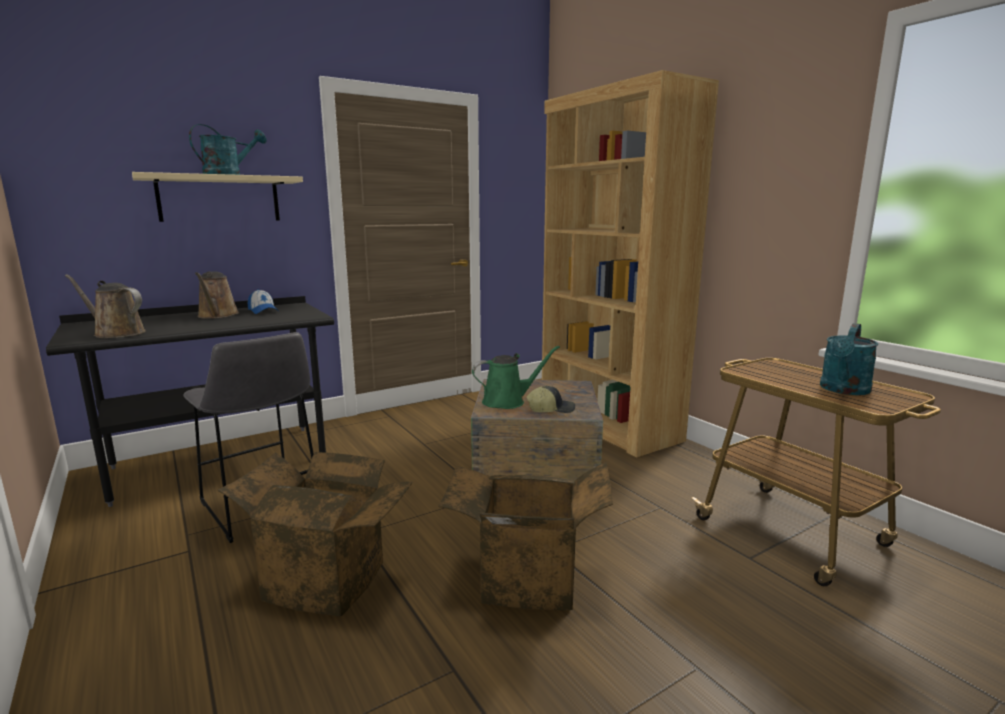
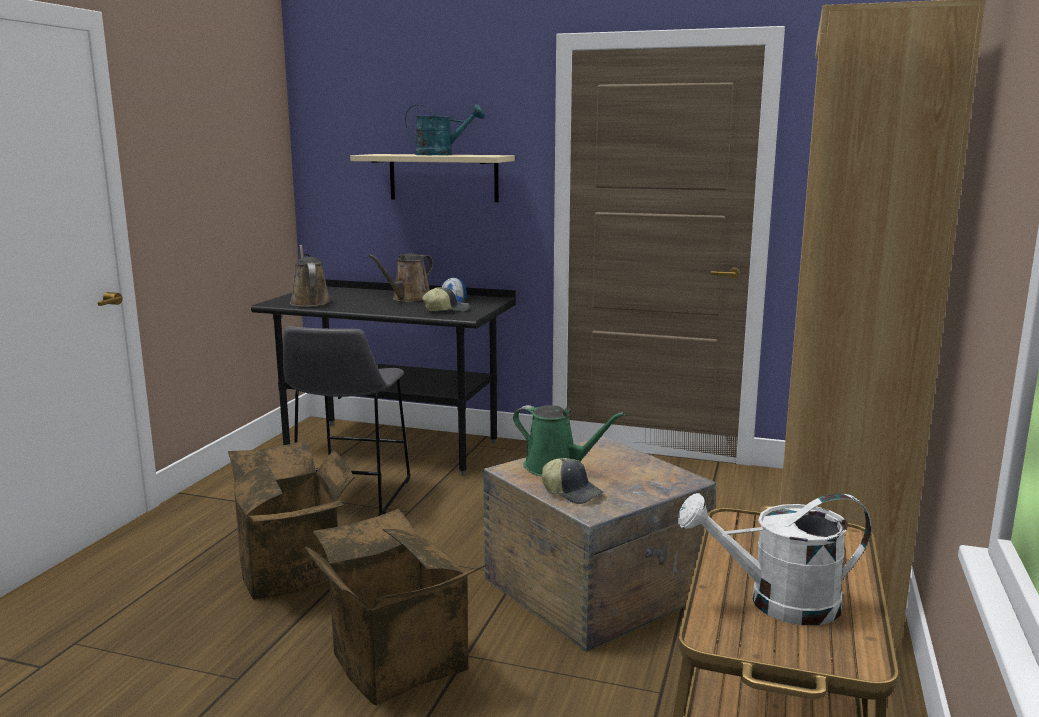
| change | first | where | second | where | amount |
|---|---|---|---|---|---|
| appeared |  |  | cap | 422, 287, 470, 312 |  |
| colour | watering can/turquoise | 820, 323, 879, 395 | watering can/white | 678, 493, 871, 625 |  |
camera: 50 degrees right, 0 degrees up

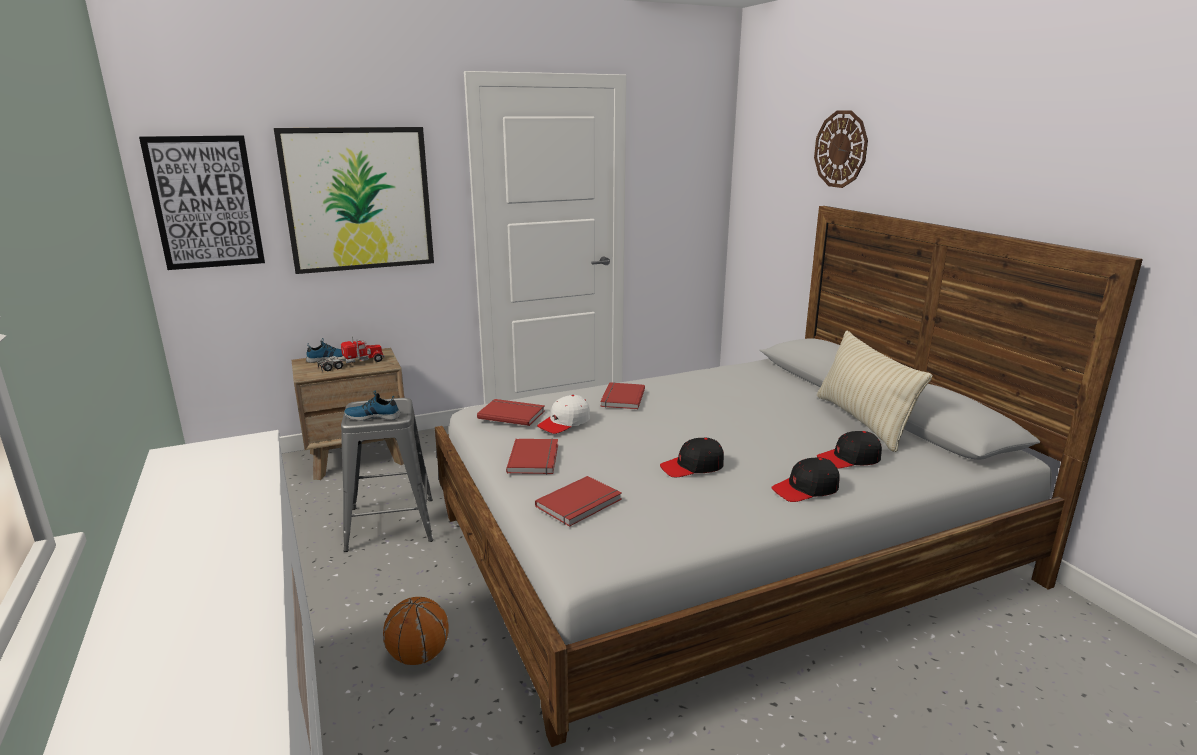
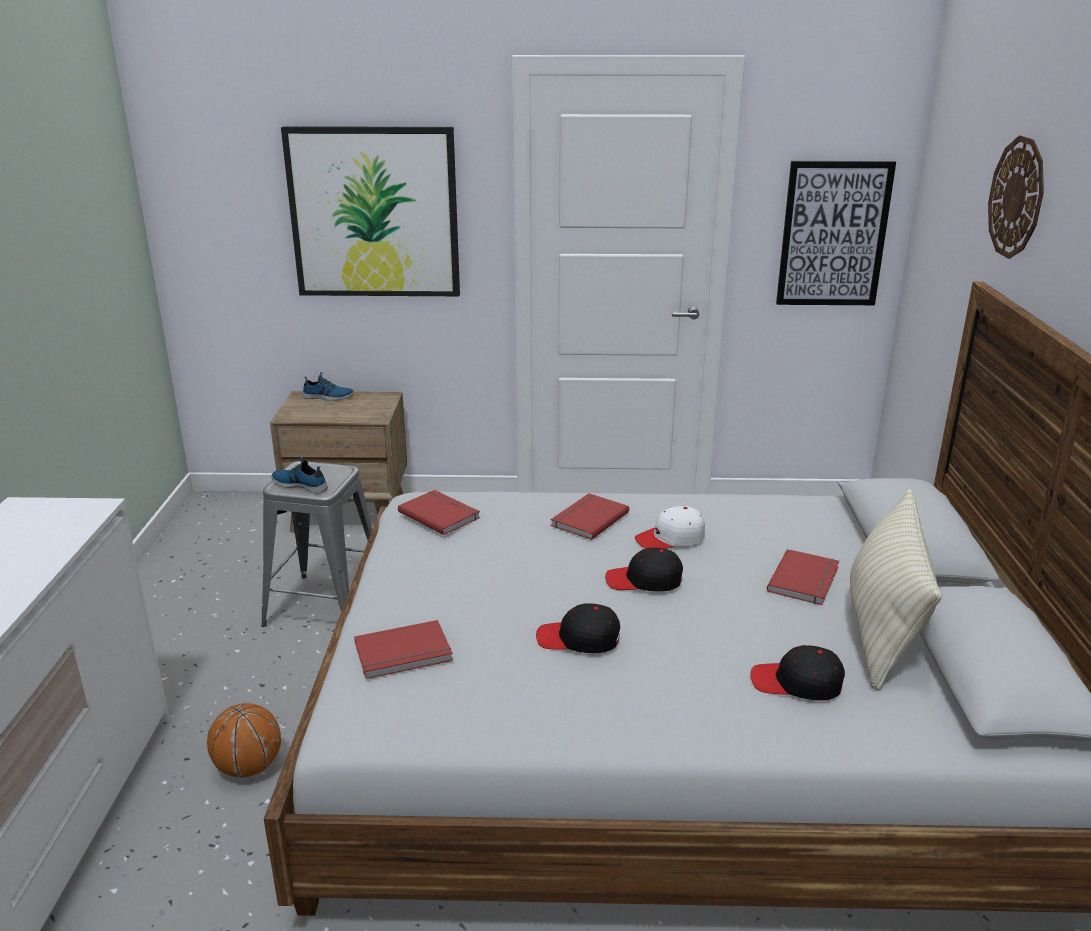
| change | first | where | second | where | amount |
|---|---|---|---|---|---|
| relocated | cap/black | 771, 457, 840, 502 |  | 605, 548, 683, 592 |  |
| relocated | cap/white | 537, 395, 590, 434 |  | 635, 506, 705, 549 |  |
| relocated | book/red | 506, 439, 558, 474 |  | 767, 549, 839, 605 |  |
| relocated | picture | 139, 135, 265, 270 |  | 776, 161, 896, 305 |  |
| missing | toy truck | 317, 336, 385, 372 |  |  |  |
camera: 25 degrees right, 5 degrees up

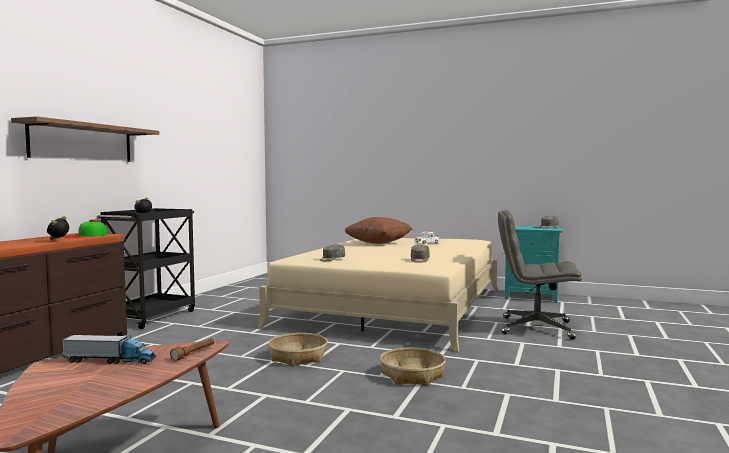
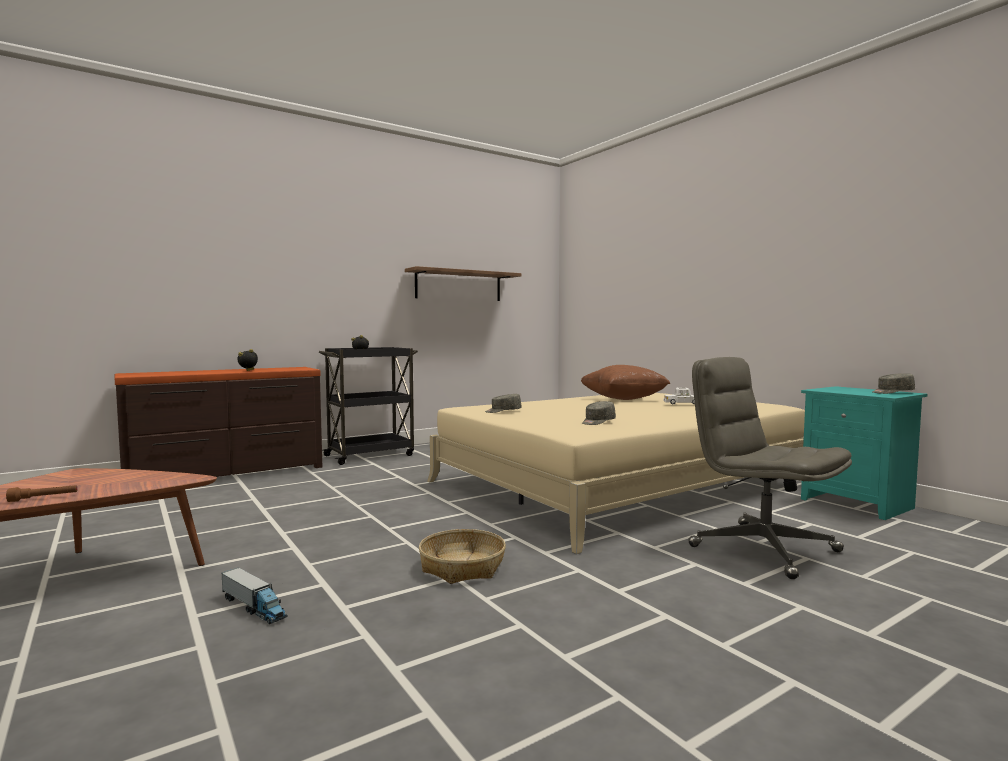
| change | first | where | second | where | amount |
|---|---|---|---|---|---|
| relocated | flashlight/brown | 170, 338, 215, 361 |  | 6, 485, 78, 502 |  |
| relocated | toy truck | 62, 334, 156, 364 |  | 221, 567, 288, 624 |  |
| relocated | shelf | 11, 116, 159, 162 |  | 405, 266, 521, 301 |  |
| missing | cap | 63, 219, 107, 238 |  |  |  |
| missing | basket | 268, 333, 328, 366 |  |  |  |
camera: 35 degrees right, 0 degrees up

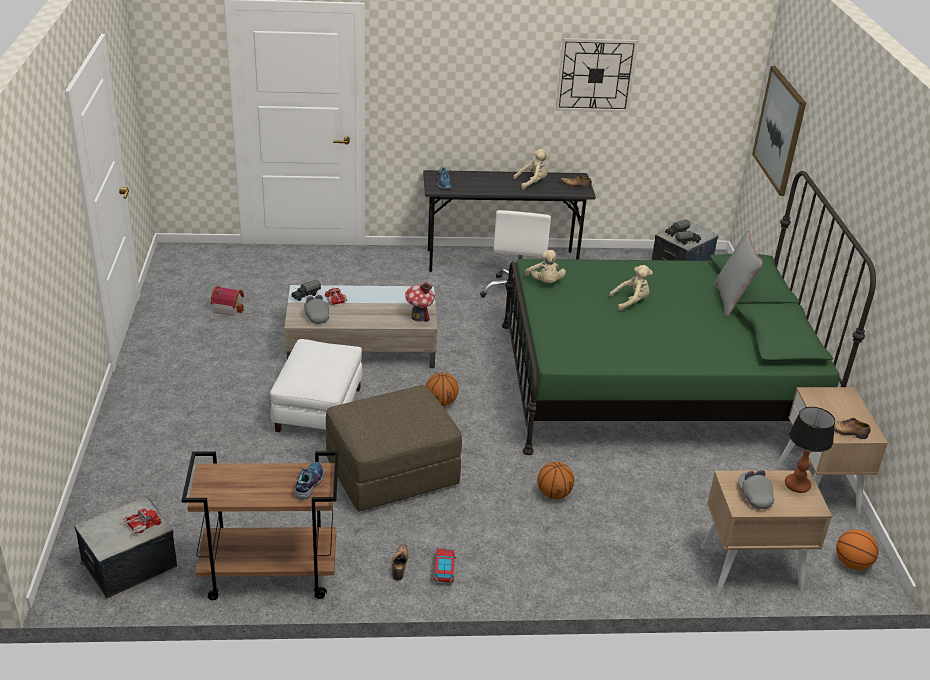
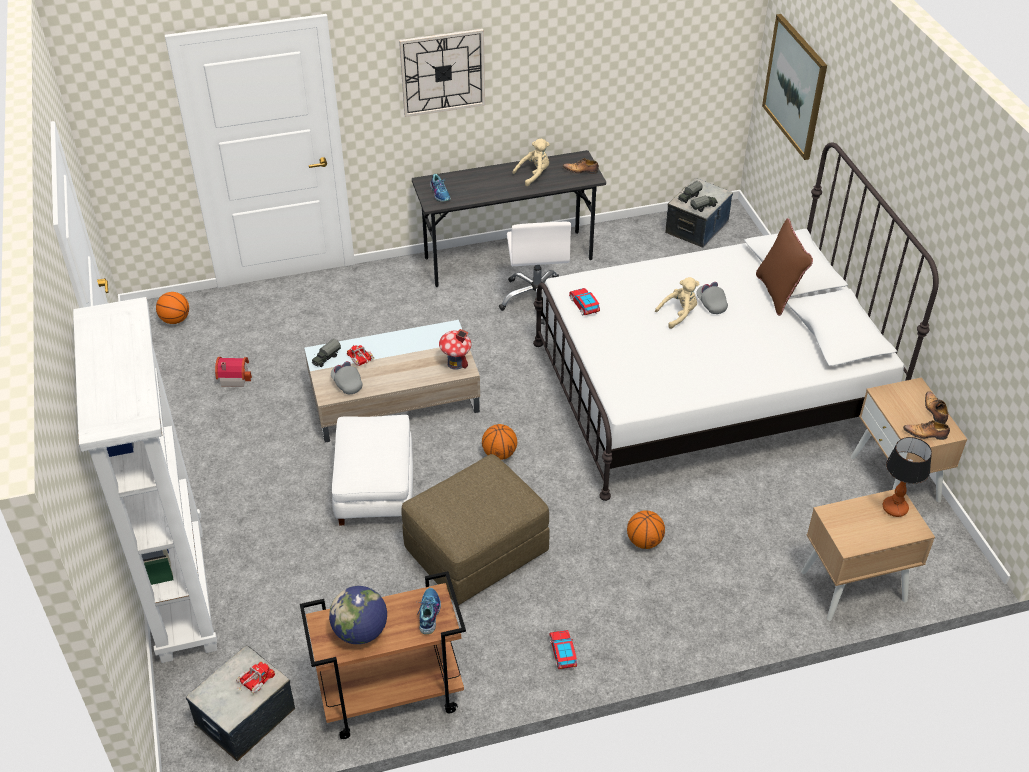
| change | first | where | second | where | amount |
|---|---|---|---|---|---|
| appeared |  |  | bookcase/white | 73, 297, 217, 663 |  |
| relocated | basketball | 836, 529, 879, 570 |  | 156, 292, 189, 324 |  |
| appeared |  |  | globe | 329, 586, 387, 645 |  |
| relocated | wall clock | 556, 38, 638, 112 |  | 399, 29, 485, 117 |  |
| colour | bed/green | 502, 171, 876, 455 | bed/white | 533, 142, 939, 501 |  |
| exchanged | plush toy/beige | 525, 250, 566, 283 | toy car | 569, 288, 600, 315 |  |
| relocated | cap/grey | 738, 470, 774, 509 |  | 696, 282, 728, 314 |  |
| colour | pillow/grey | 714, 230, 763, 317 | pillow/brown | 756, 218, 813, 316 |  |
| relocated | shoe | 392, 544, 408, 580 |  | 925, 391, 948, 424 |  |
camera: 10 degrees left, 10 degrees up

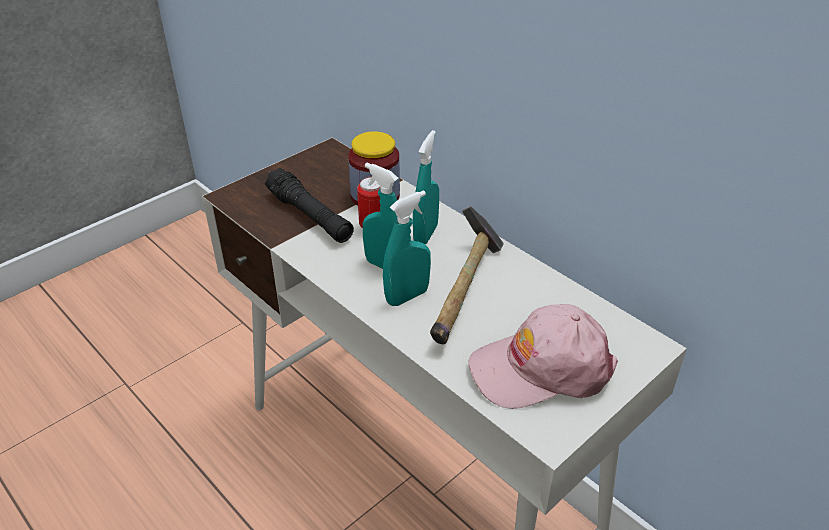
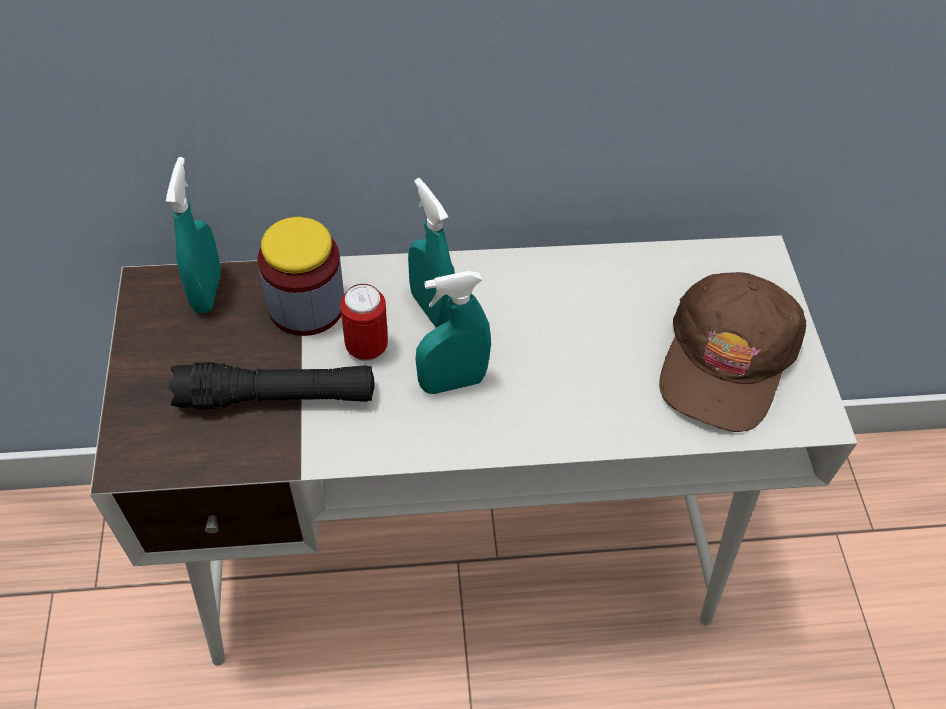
| change | first | where | second | where | amount |
|---|---|---|---|---|---|
| relocated | spray bottle/turquoise | 383, 190, 431, 306 |  | 166, 157, 221, 313 |  |
| colour | cap/pink | 468, 304, 618, 409 | cap/brown | 660, 272, 806, 432 |  |
| missing | hammer | 430, 206, 504, 344 |  |  |  |
camera: 55 degrees left, 15 degrees up

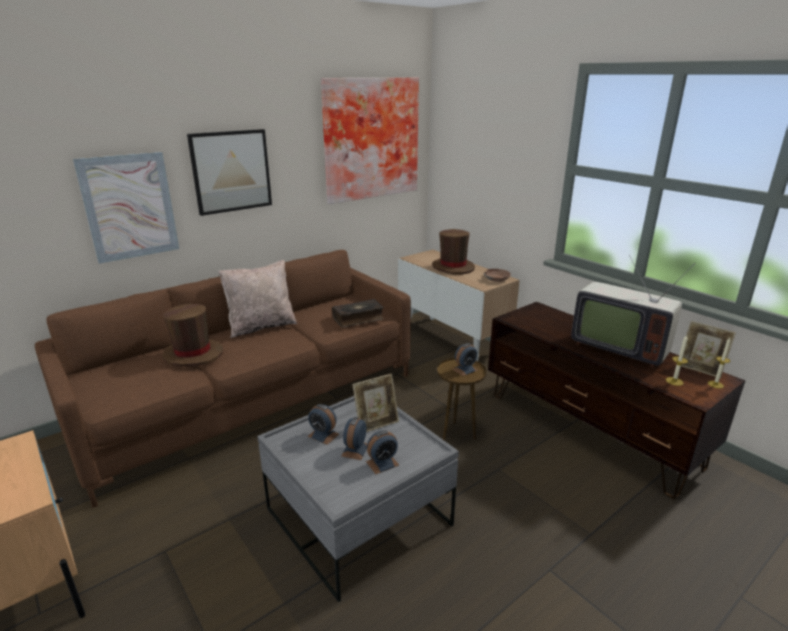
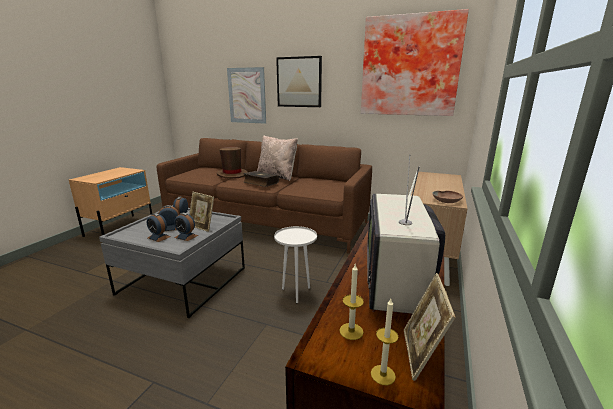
| change | first | where | second | where | amount |
|---|---|---|---|---|---|
| relocated | alarm clock | 452, 343, 478, 376 |  | 174, 213, 198, 241 |  |
| relocated | book | 332, 299, 384, 328 |  | 243, 171, 279, 187 |  |
| colour | side table/brown | 437, 358, 487, 441 | side table/white | 274, 226, 317, 303 |  |
| missing | hat/brown | 432, 229, 475, 274 |  |  |  |
camera: 60 degrees right, 5 degrees down

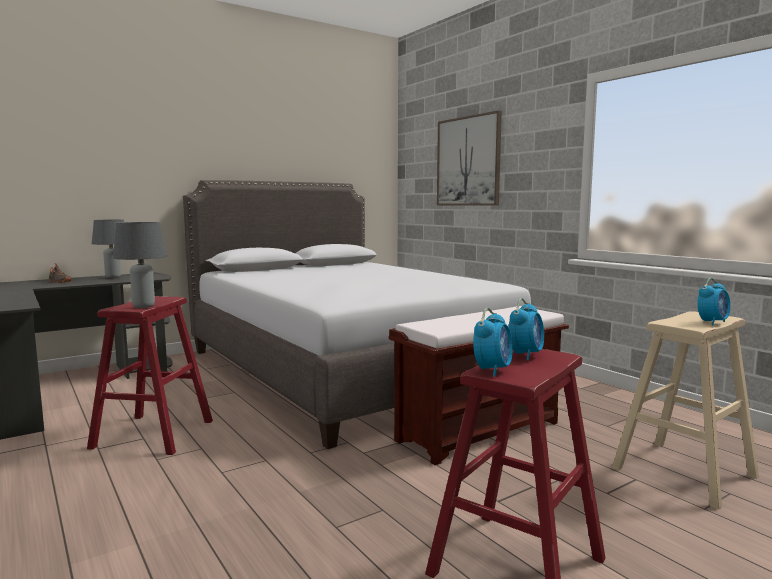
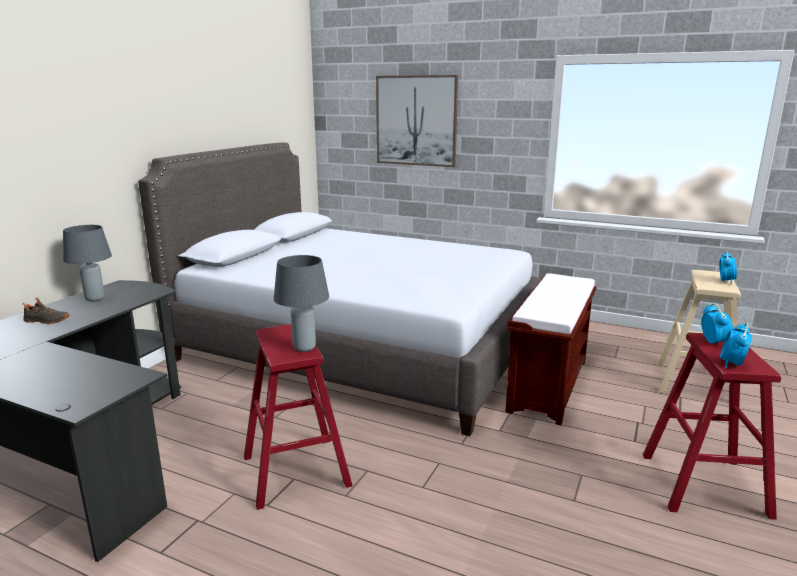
| change | first | where | second | where | amount |
|---|---|---|---|---|---|
| spun | alarm clock | 473, 308, 513, 377 |  | 720, 323, 752, 368 | 150 degrees counterclockwise |
camera: 30 degrees left, 10 degrees up

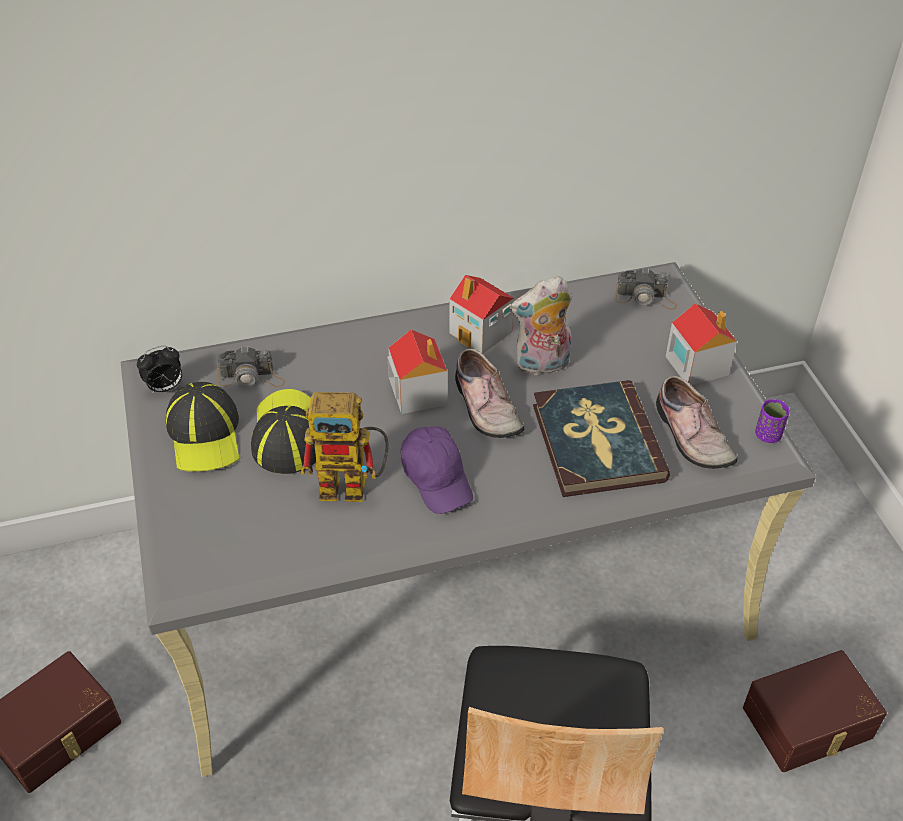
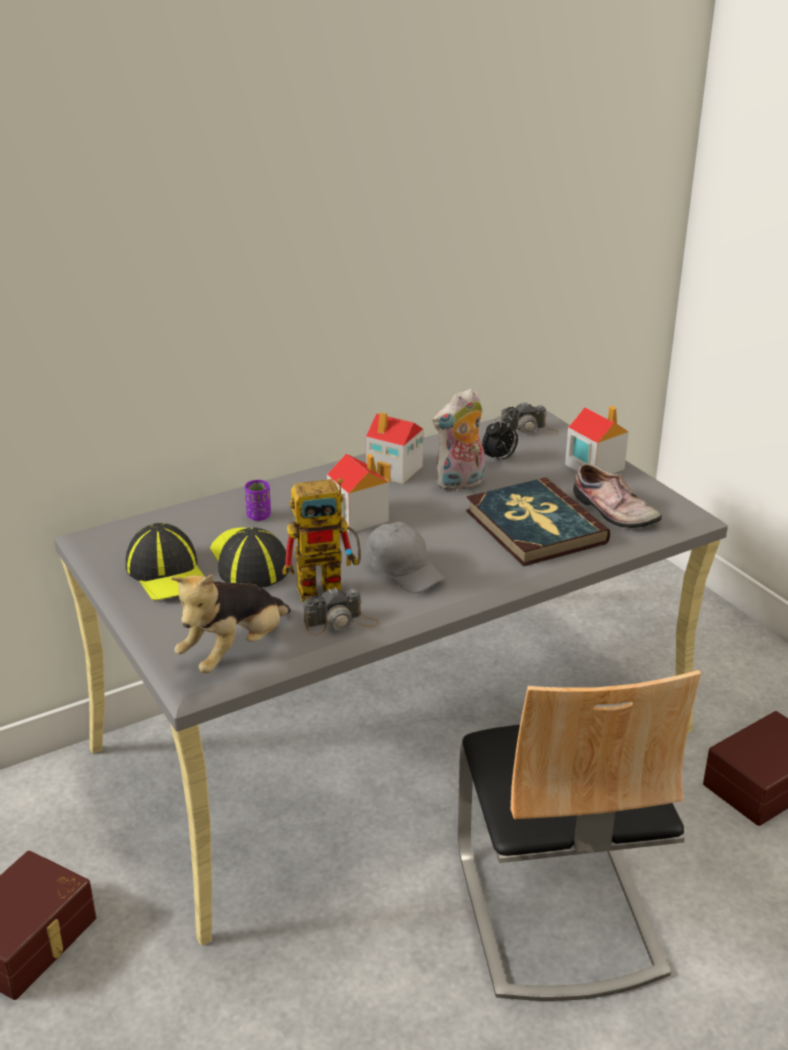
| change | first | where | second | where | amount |
|---|---|---|---|---|---|
| appeared |  |  | plush toy | 171, 574, 291, 673 |  |
| relocated | cup/purple | 755, 399, 790, 443 |  | 245, 480, 271, 521 |  |
| relocated | photo camera | 217, 346, 285, 388 |  | 304, 587, 379, 635 |  |
| colour | cap/purple | 401, 426, 473, 514 | cap/grey | 366, 522, 445, 593 |  |
| relocated | alarm clock | 137, 346, 182, 394 |  | 482, 414, 518, 464 |  |
| missing | shoe | 455, 349, 524, 438 |  |  |  |
camera: 15 degrees left, 15 degrees down

